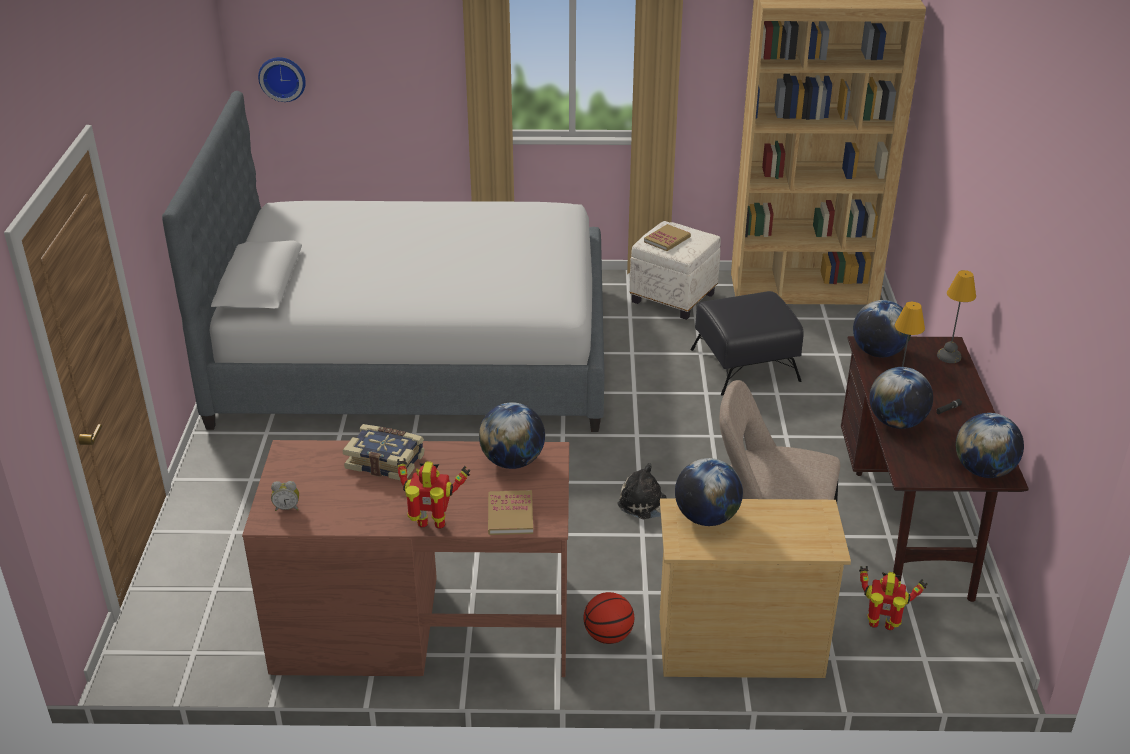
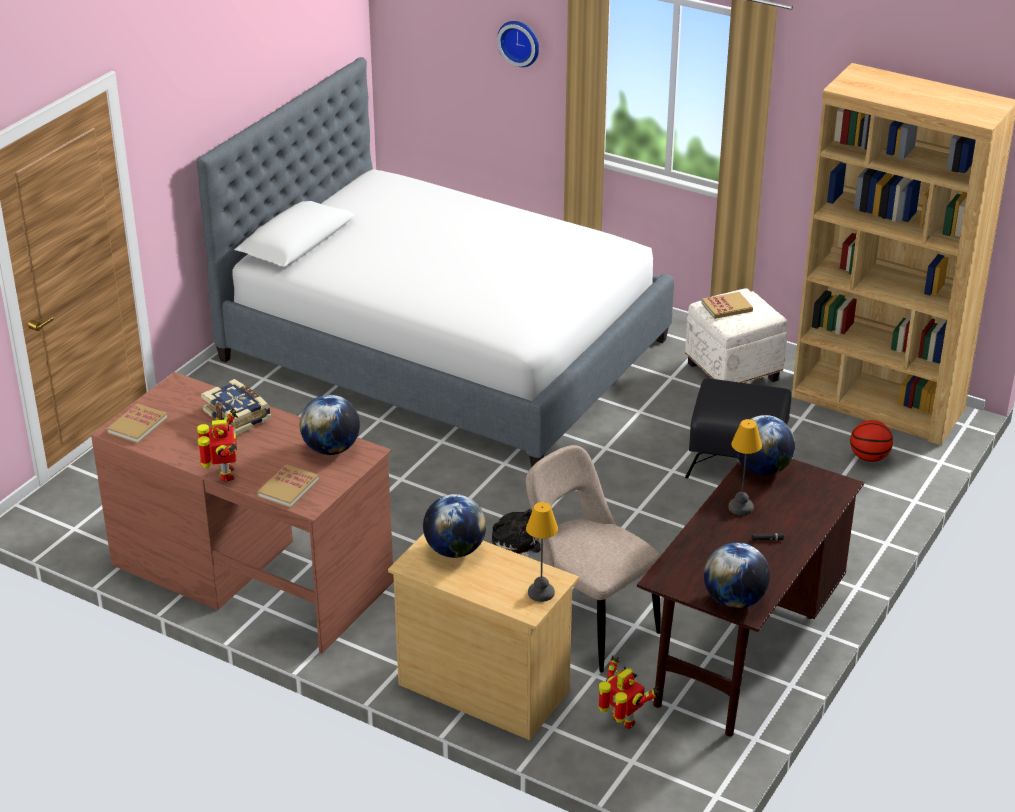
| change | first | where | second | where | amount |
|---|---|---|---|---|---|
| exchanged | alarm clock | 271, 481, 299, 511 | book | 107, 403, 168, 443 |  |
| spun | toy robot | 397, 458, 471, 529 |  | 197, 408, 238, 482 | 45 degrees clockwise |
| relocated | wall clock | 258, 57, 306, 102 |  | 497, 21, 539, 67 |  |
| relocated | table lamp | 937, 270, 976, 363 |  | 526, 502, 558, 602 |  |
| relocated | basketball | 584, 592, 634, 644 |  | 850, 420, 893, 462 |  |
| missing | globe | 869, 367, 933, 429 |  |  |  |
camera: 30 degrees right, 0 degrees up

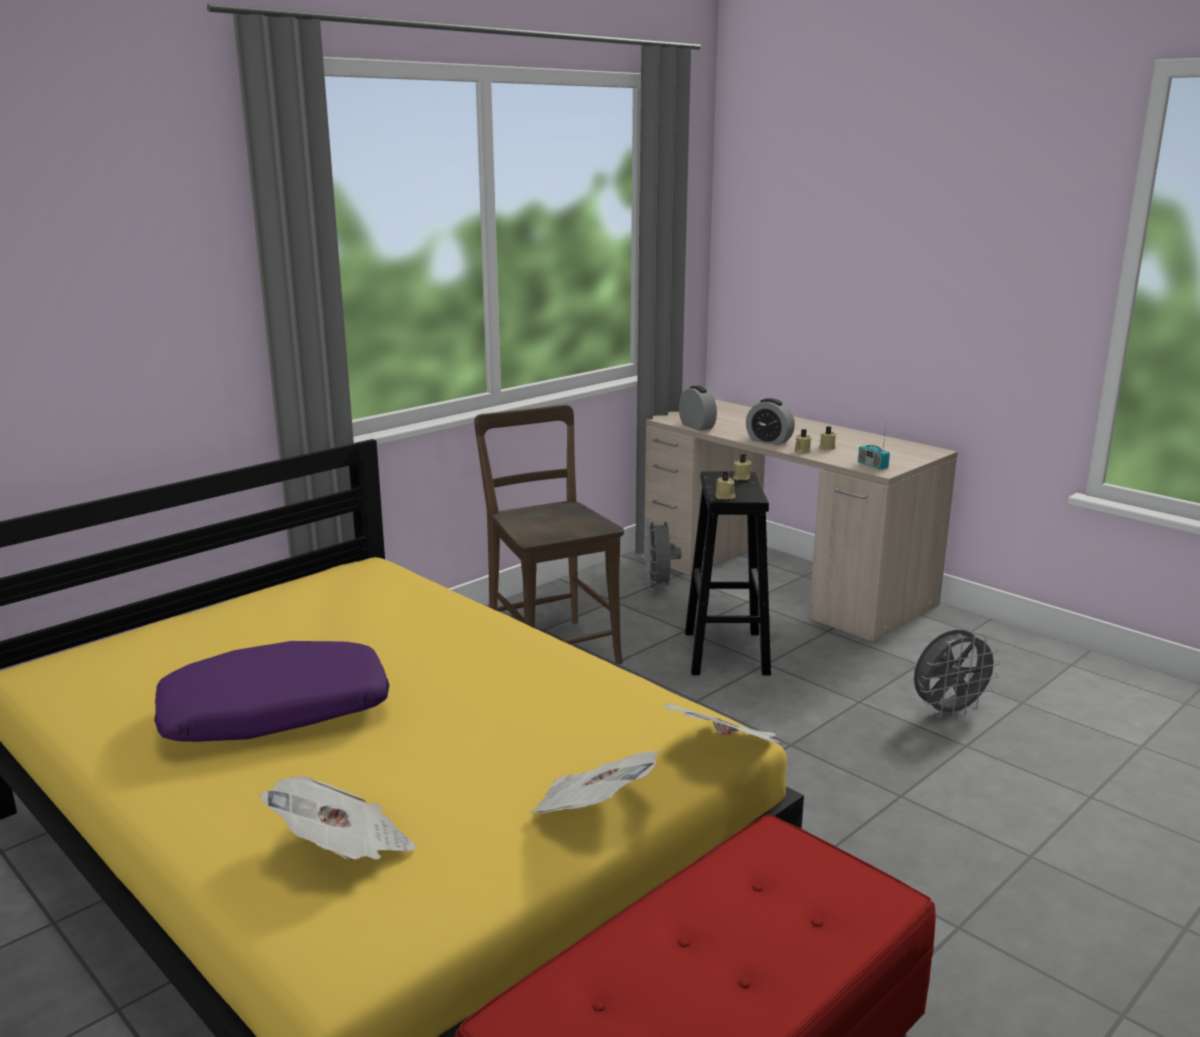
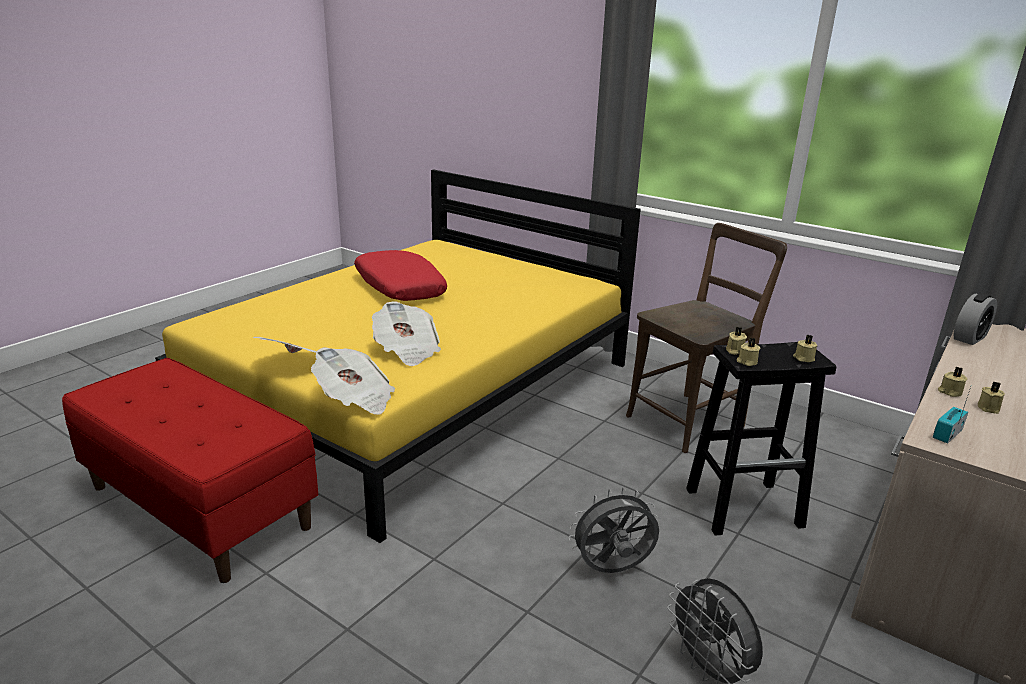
| change | first | where | second | where | amount |
|---|---|---|---|---|---|
| colour | pillow/purple | 154, 641, 389, 742 | pillow/red | 354, 250, 447, 301 |  |
| relocated | newspaper | 260, 776, 417, 860 |  | 372, 301, 441, 366 |  |
| relocated | fan/grey | 644, 517, 681, 591 |  | 568, 488, 659, 573 |  |
| appeared |  |  | candle/beige | 737, 338, 760, 366 |  |
| missing | alarm clock | 746, 398, 795, 445 |  |  |  |
camera: 80 degrees right, 5 degrees up

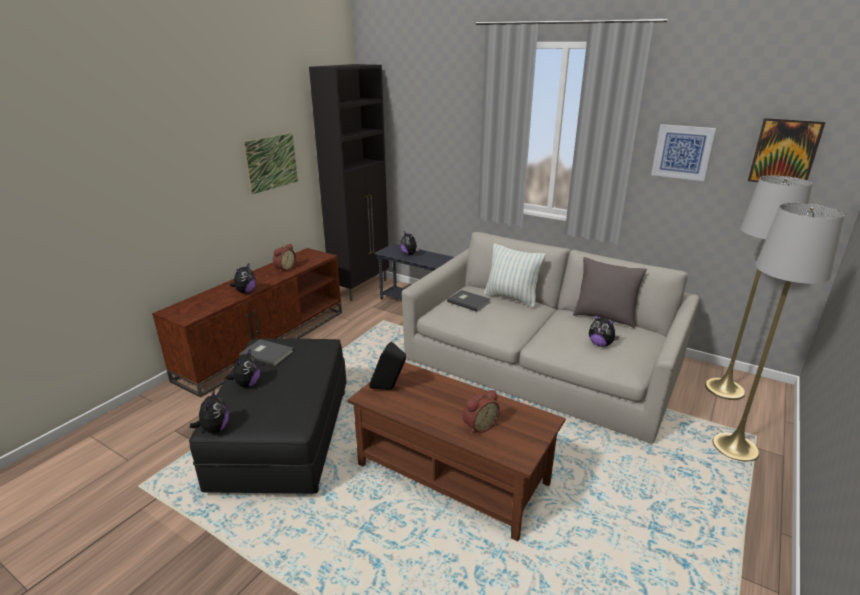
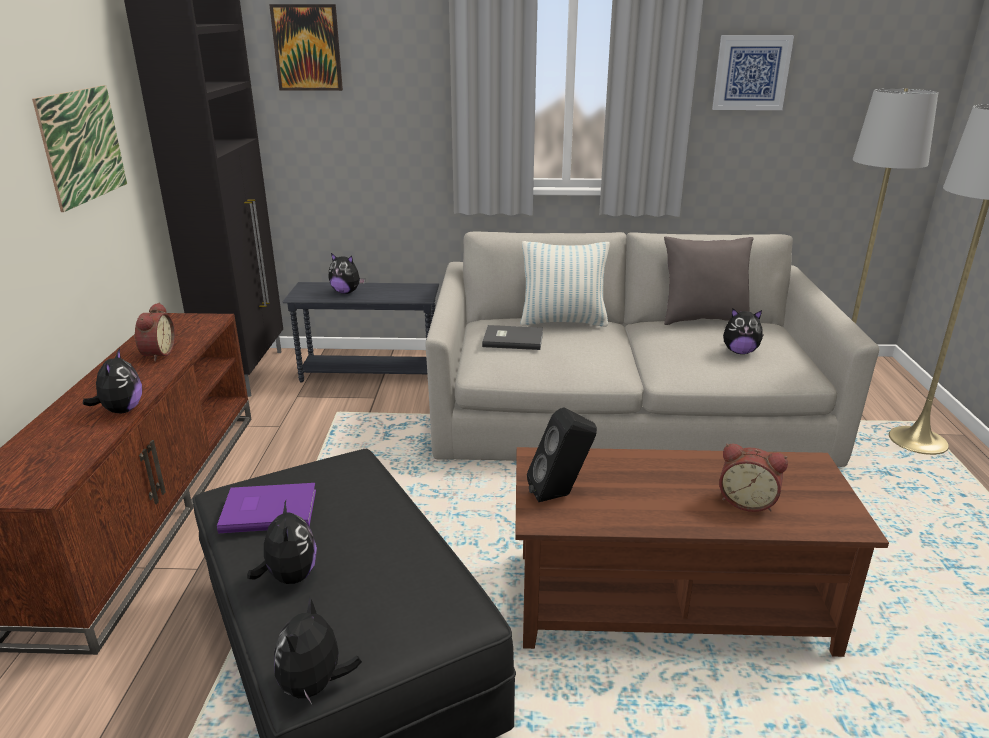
| change | first | where | second | where | amount |
|---|---|---|---|---|---|
| colour | book/grey | 239, 339, 294, 367 | book/purple | 217, 483, 316, 533 |  |
| relocated | picture | 748, 118, 825, 182 |  | 269, 4, 343, 91 |  |
| spun | plush toy | 190, 390, 229, 433 |  | 274, 596, 362, 706 | 135 degrees counterclockwise |
| spun | alarm clock | 463, 390, 500, 434 |  | 719, 444, 788, 512 | 90 degrees clockwise |
camera: 30 degrees left, 0 degrees up

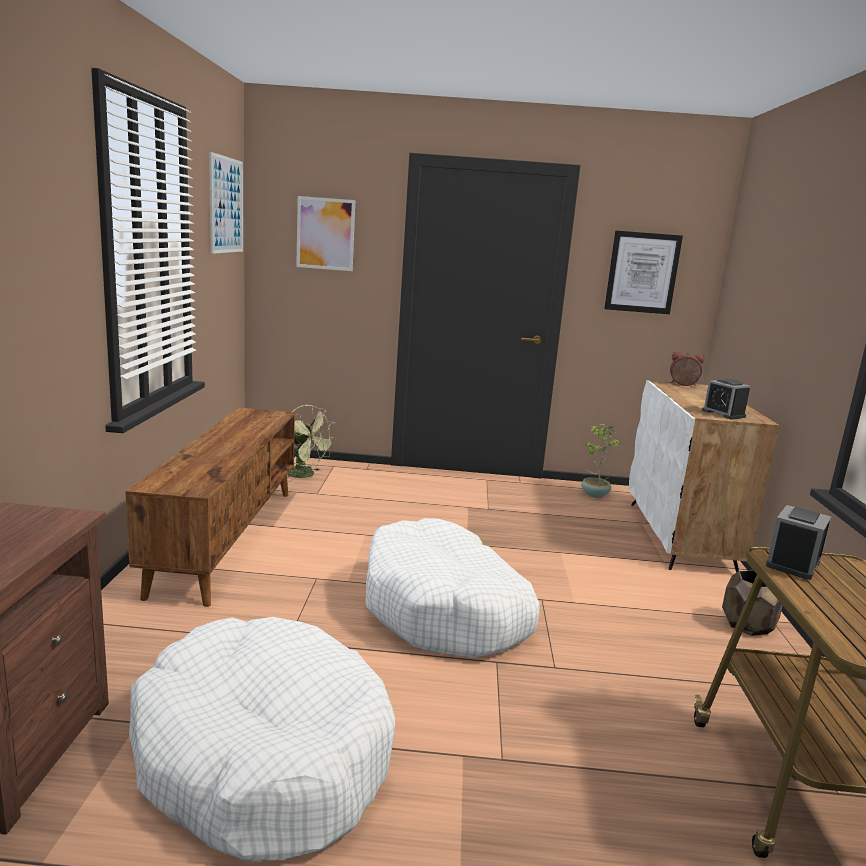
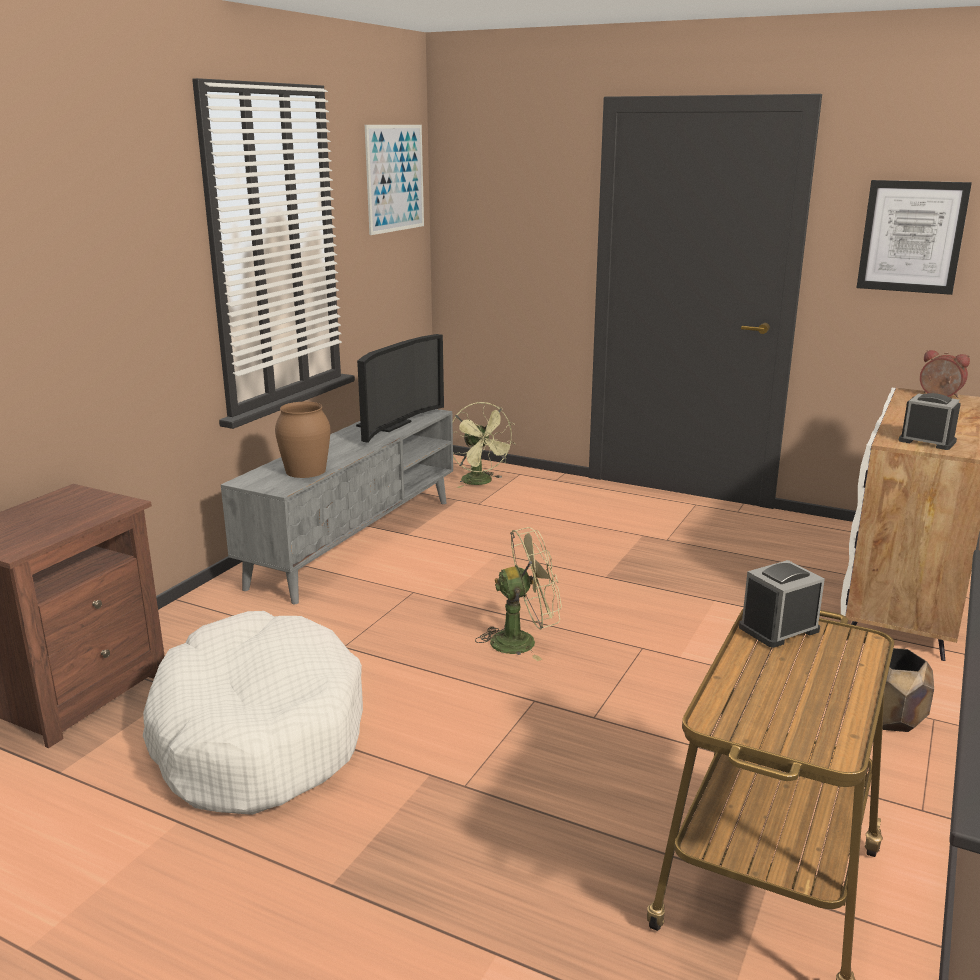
| change | first | where | second | where | amount |
|---|---|---|---|---|---|
| colour | tv stand/brown | 125, 408, 295, 607 | tv stand/grey | 221, 409, 453, 604 |  |
| appeared |  |  | vase/brown | 275, 402, 330, 478 |  |
| appeared |  |  | television | 356, 334, 444, 443 |  |
| exchanged | dog bed/white | 365, 518, 540, 658 | fan/green | 475, 527, 562, 661 |  |
| spun | alarm clock | 702, 379, 750, 419 |  | 899, 393, 961, 450 | 135 degrees clockwise |
| missing | picture | 296, 196, 355, 271 |  |  |  |
| missing | potted plant | 581, 424, 621, 498 |  |  |  |
camera: 25 degrees right, 5 degrees up

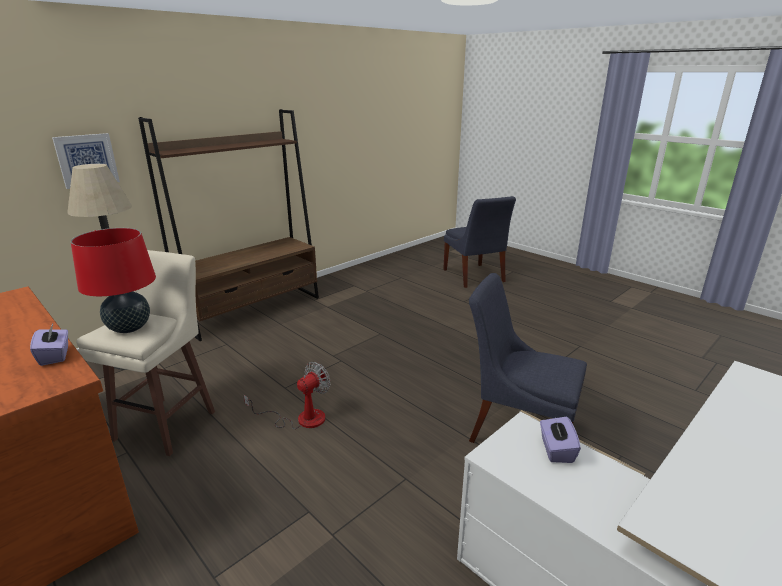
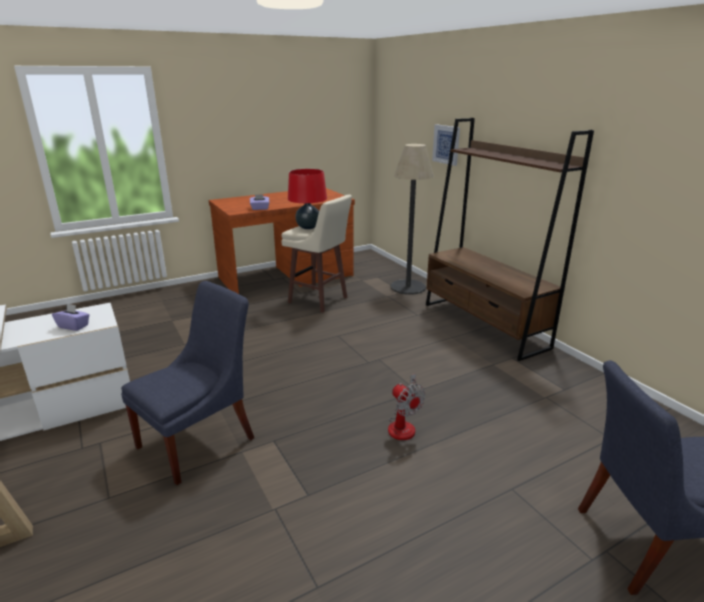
| change | first | where | second | where | amount |
|---|---|---|---|---|---|
| relocated | fan | 244, 362, 331, 429 |  | 388, 374, 425, 440 |  |
camera: 105 degrees right, 0 degrees up

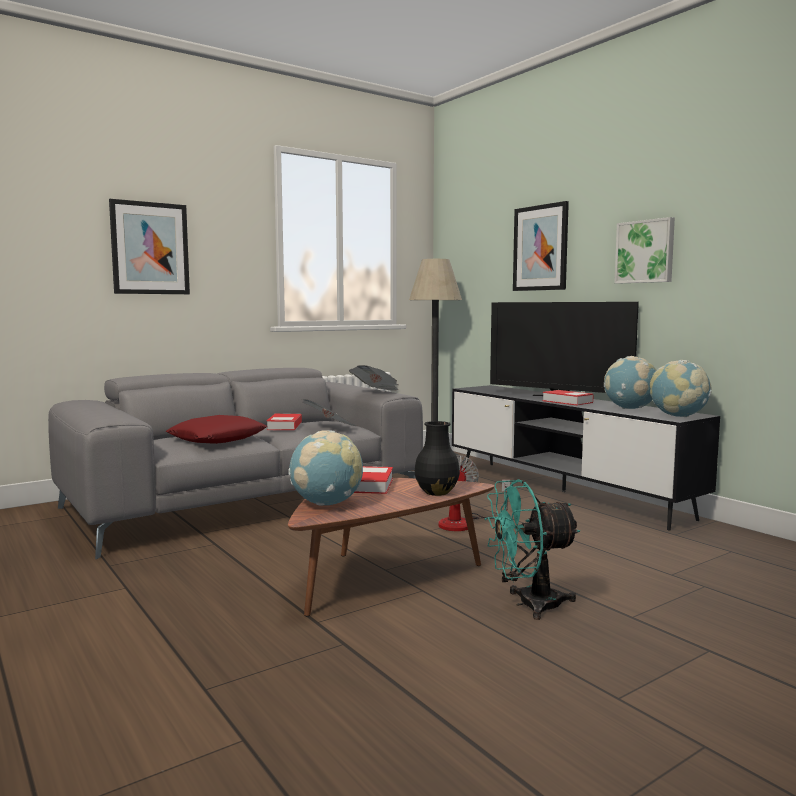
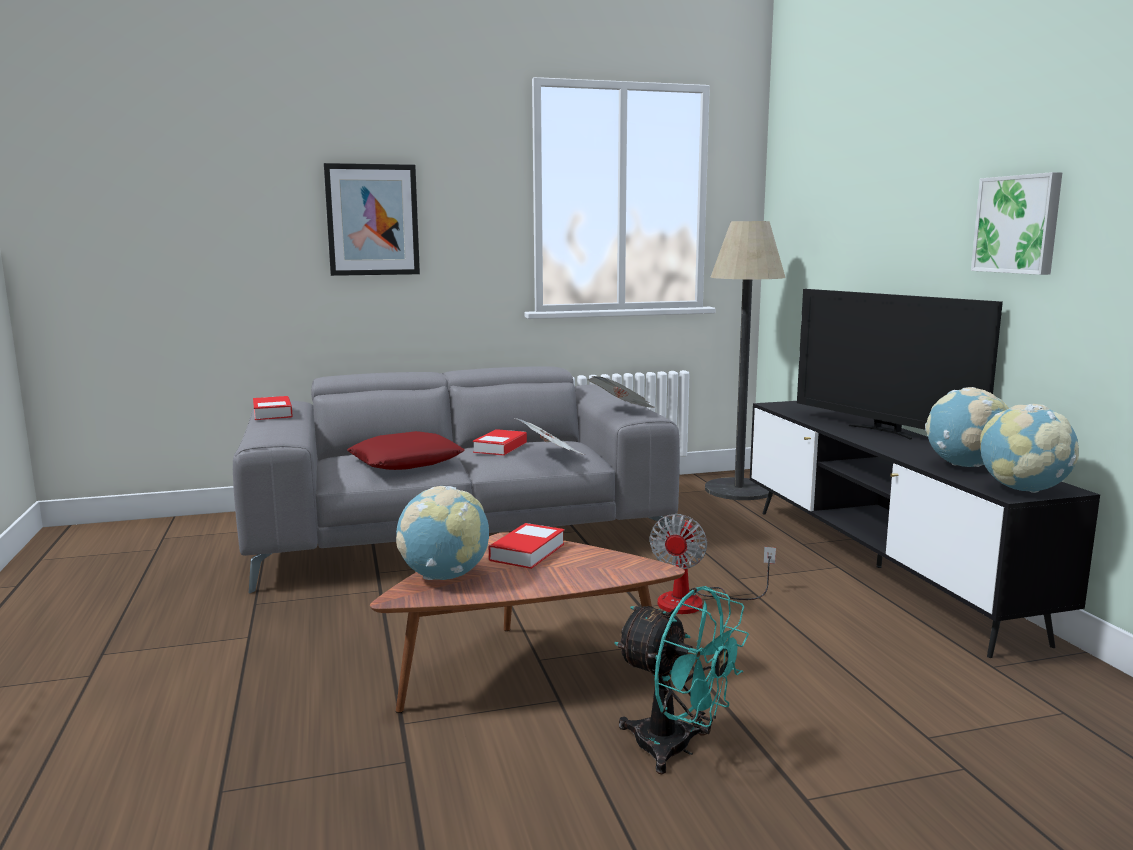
| change | first | where | second | where | amount |
|---|---|---|---|---|---|
| relocated | book | 543, 390, 594, 405 |  | 253, 396, 293, 420 |  |
| spun | fan/turquoise | 485, 479, 580, 620 |  | 614, 586, 749, 774 | 150 degrees counterclockwise |
| missing | vase/black | 414, 421, 460, 496 |  |  |  |
| missing | picture | 513, 201, 569, 291 |  |  |  |
camera: 20 degrees right, 5 degrees up

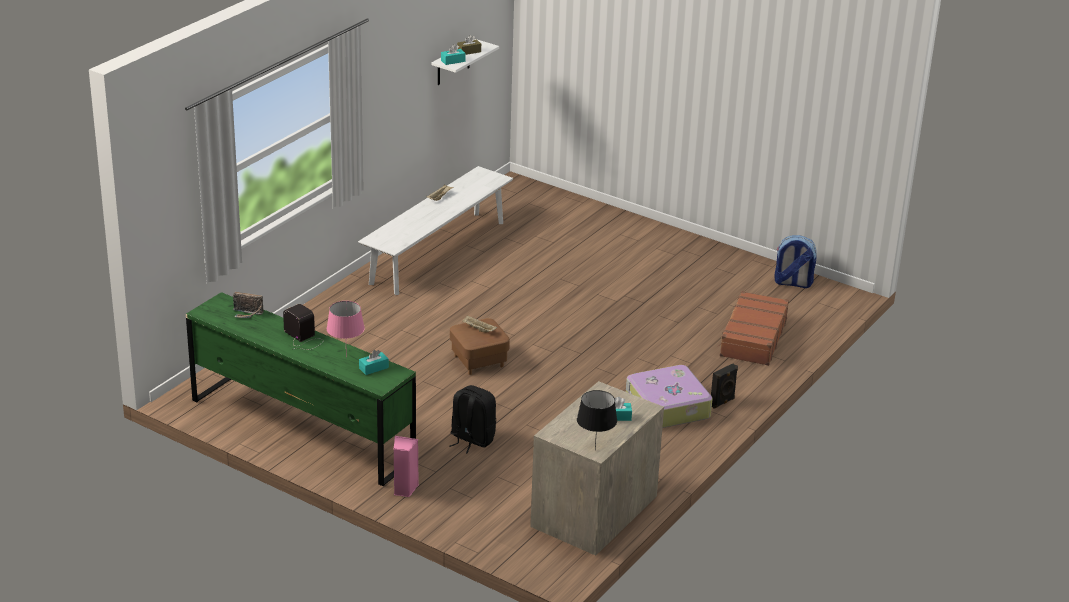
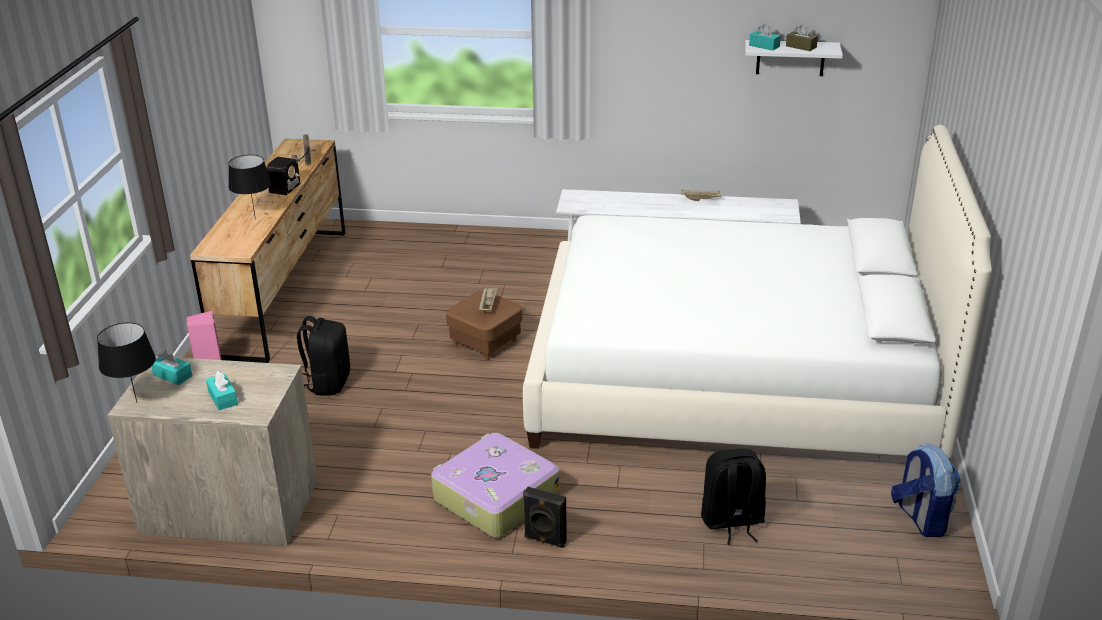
| change | first | where | second | where | amount |
|---|---|---|---|---|---|
| relocated | tissue box/turquoise | 359, 350, 389, 375 |  | 151, 351, 193, 385 |  |
| colour | dresser/green | 186, 292, 416, 486 | dresser/brown | 190, 139, 345, 363 |  |
| colour | table lamp/pink | 327, 301, 365, 357 | table lamp/black | 228, 155, 271, 219 |  |
| appeared |  |  | bed/white | 523, 125, 992, 459 |  |
| exchanged | suitcase/brown | 718, 291, 789, 366 | backpack/black | 701, 448, 766, 545 |  |
camera: 65 degrees right, 0 degrees up

